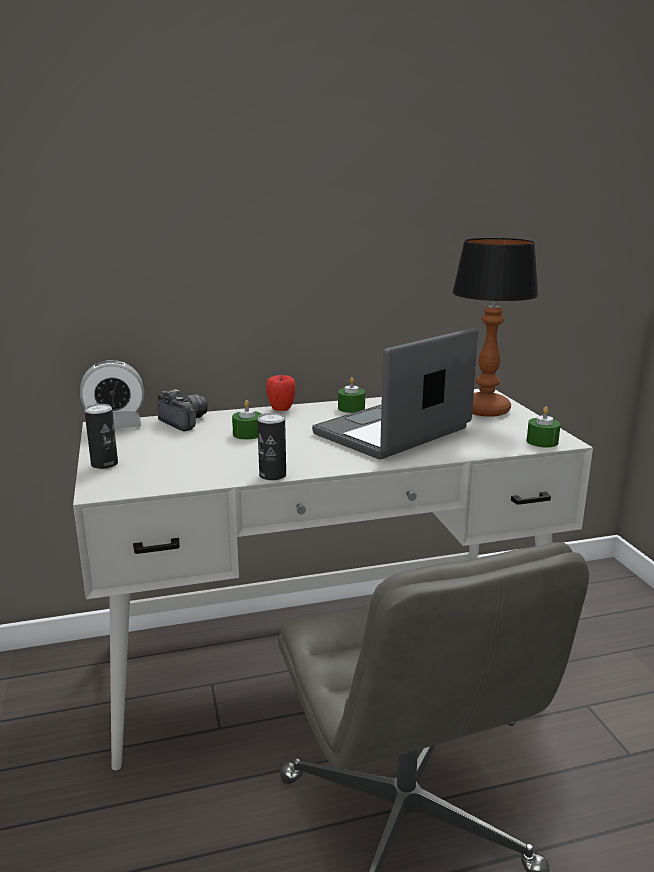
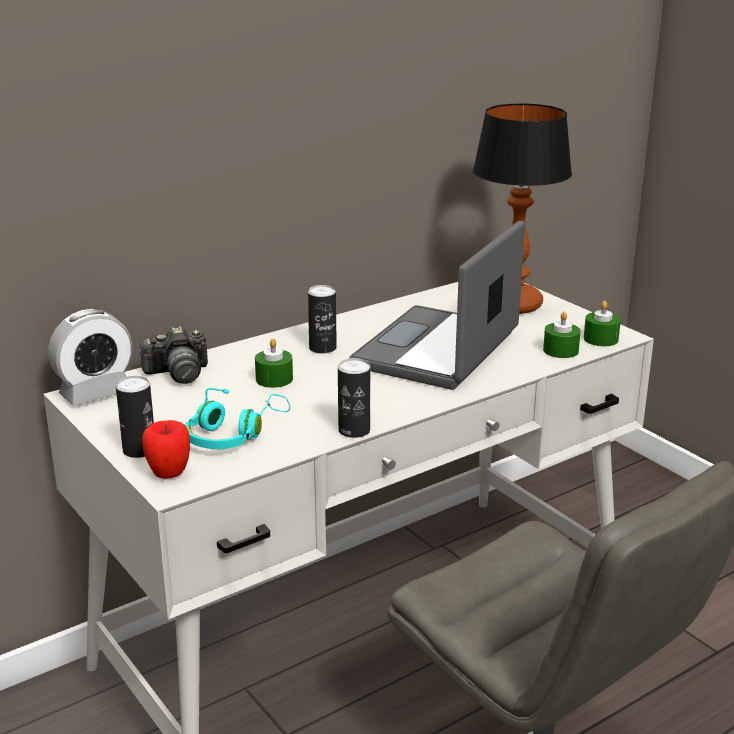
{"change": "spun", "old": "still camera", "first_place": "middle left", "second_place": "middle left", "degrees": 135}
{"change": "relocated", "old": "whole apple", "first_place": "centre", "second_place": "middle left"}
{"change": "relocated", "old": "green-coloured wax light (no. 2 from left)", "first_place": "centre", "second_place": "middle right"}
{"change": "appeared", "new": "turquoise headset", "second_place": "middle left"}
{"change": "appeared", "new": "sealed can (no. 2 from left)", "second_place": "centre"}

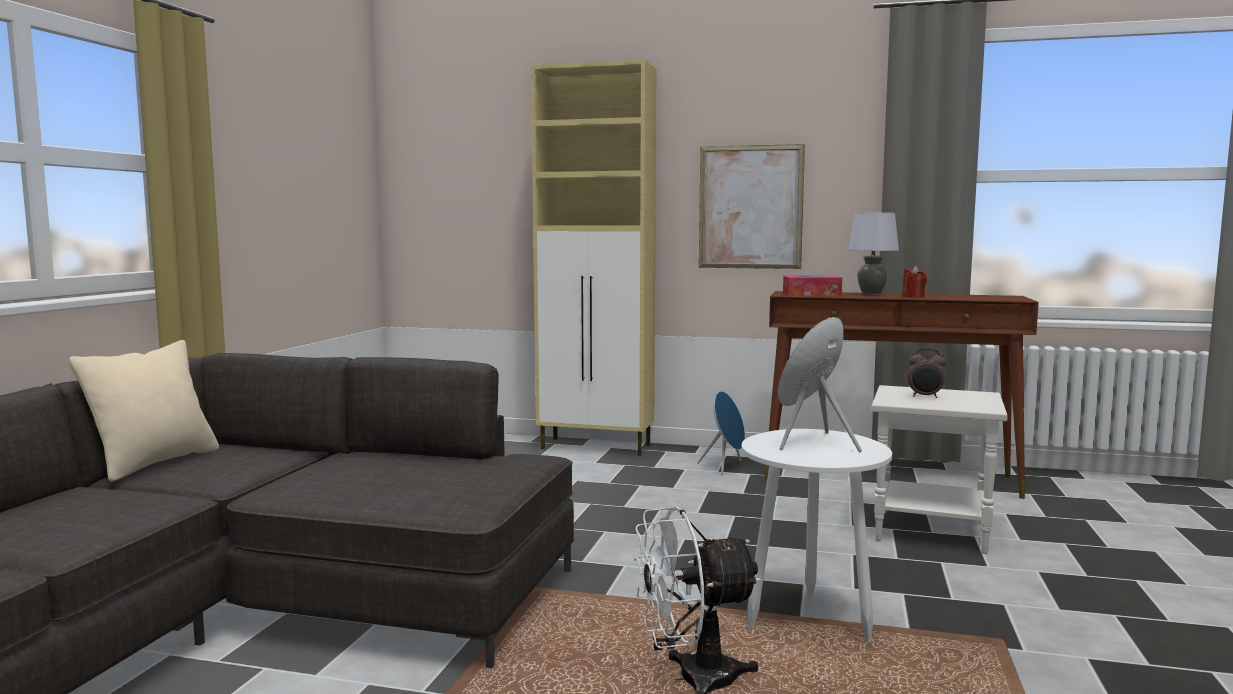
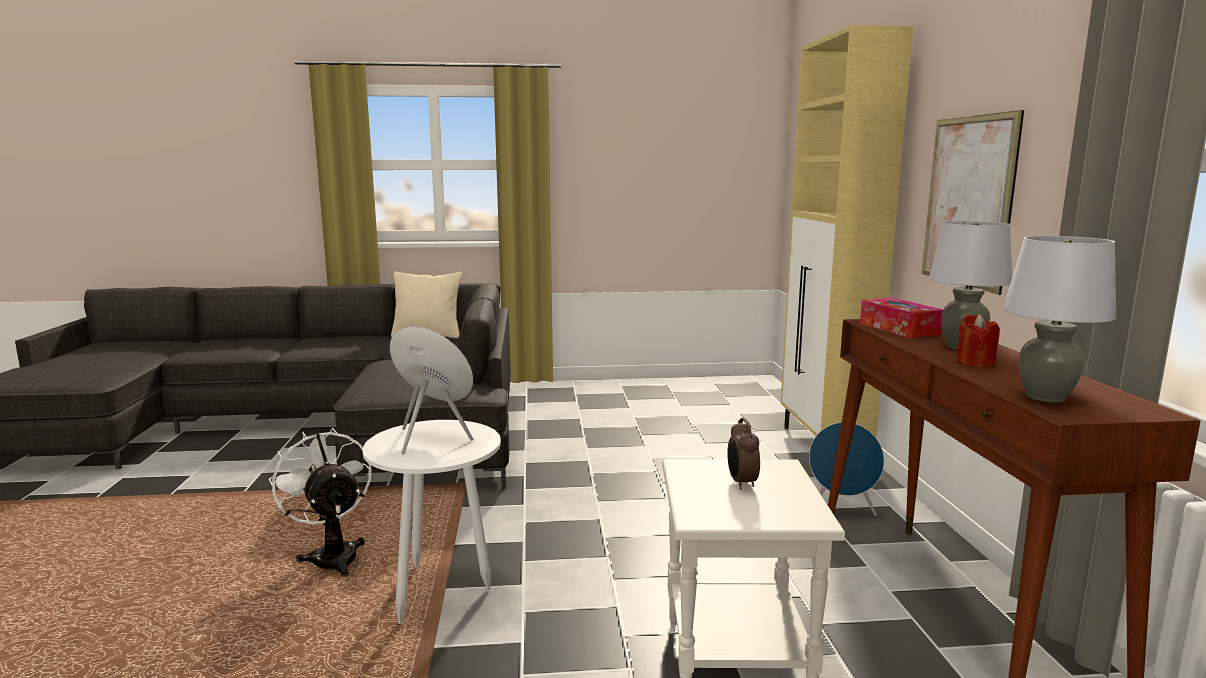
{"change": "appeared", "new": "gray tabletop lamp (no. 2 from left)", "second_place": "middle right"}

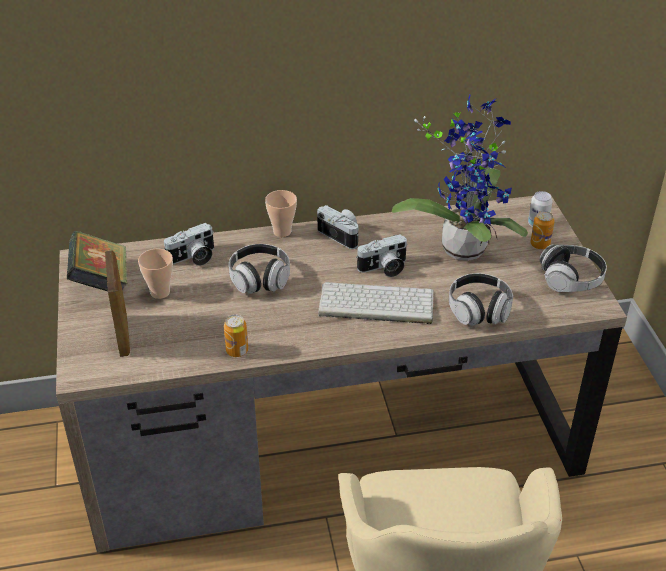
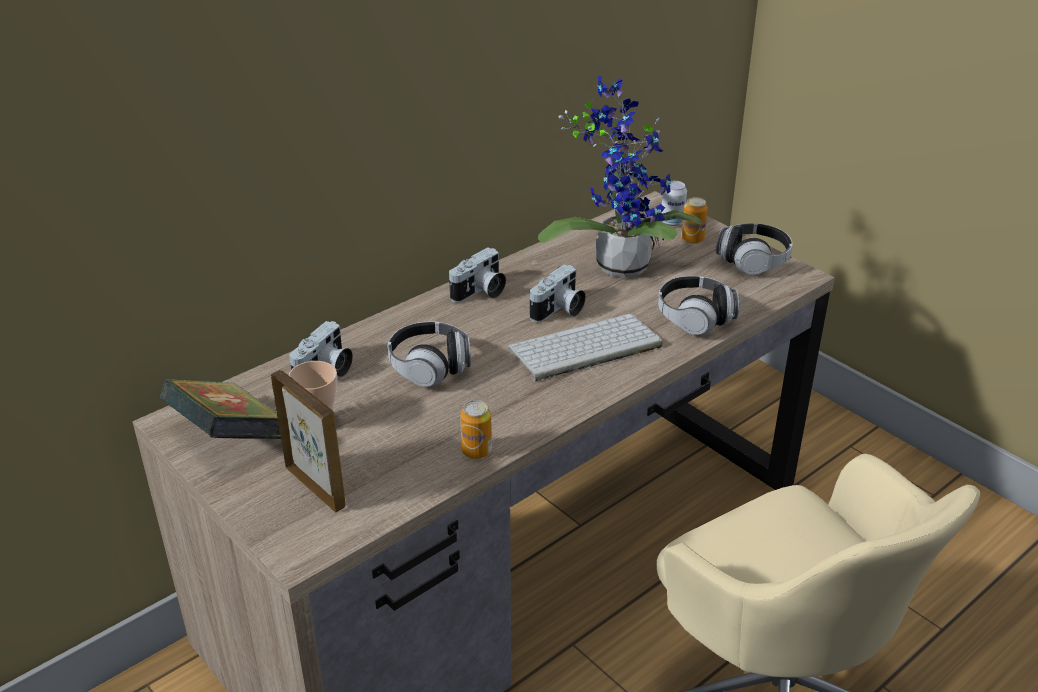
{"change": "missing", "old": "small cup (no. 2 from left)", "first_place": "centre"}
{"change": "spun", "old": "still camera (no. 2 from left)", "first_place": "centre", "second_place": "centre", "degrees": 120}

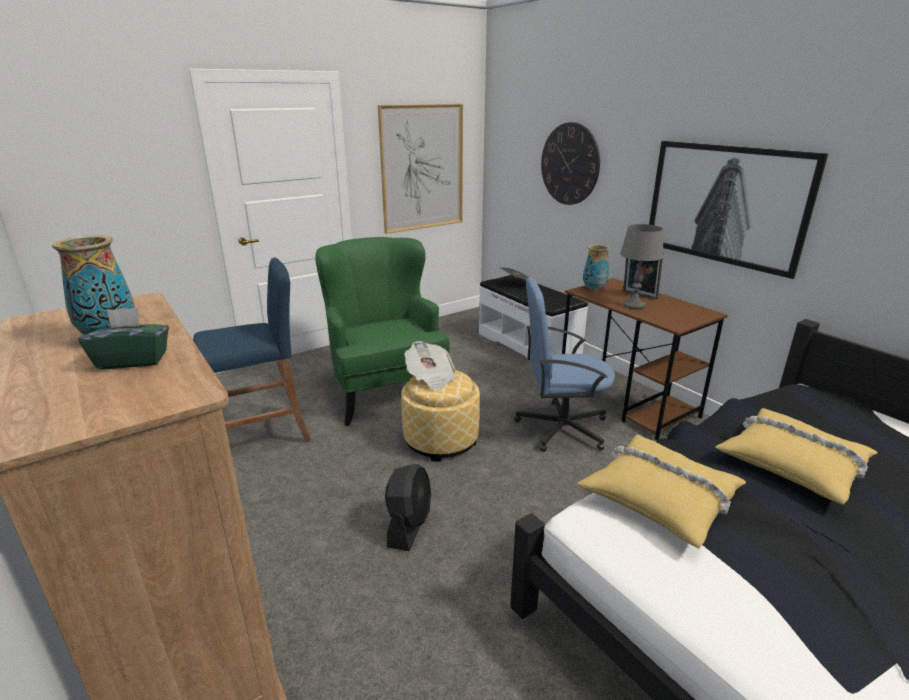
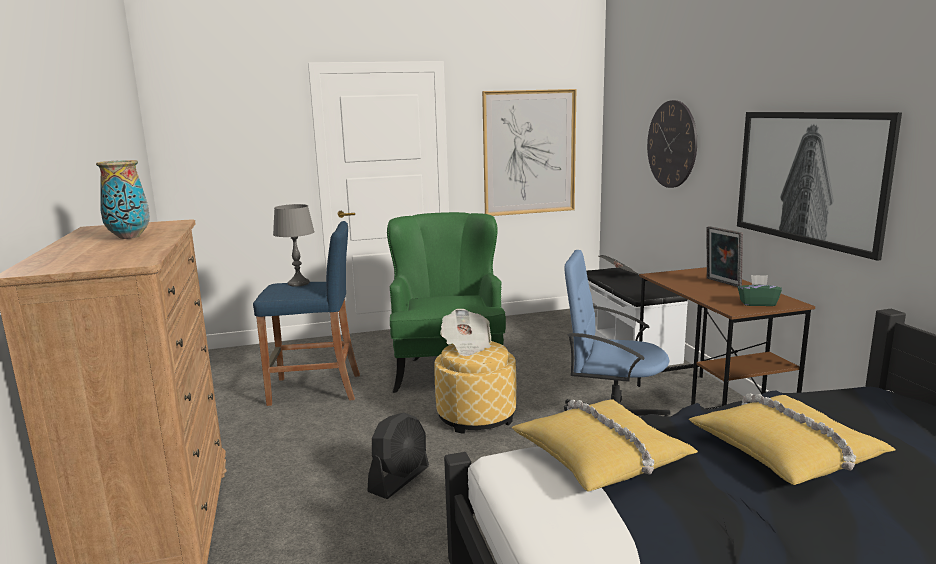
{"change": "relocated", "old": "green-coloured tissue box", "first_place": "middle left", "second_place": "middle right"}
{"change": "missing", "old": "vase (no. 2 from left)", "first_place": "centre"}
{"change": "relocated", "old": "gray tabletop lamp", "first_place": "middle right", "second_place": "middle left"}

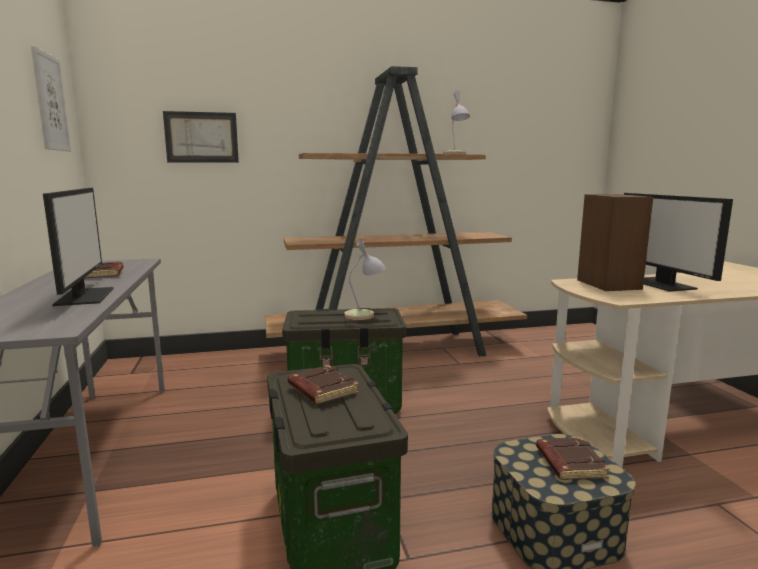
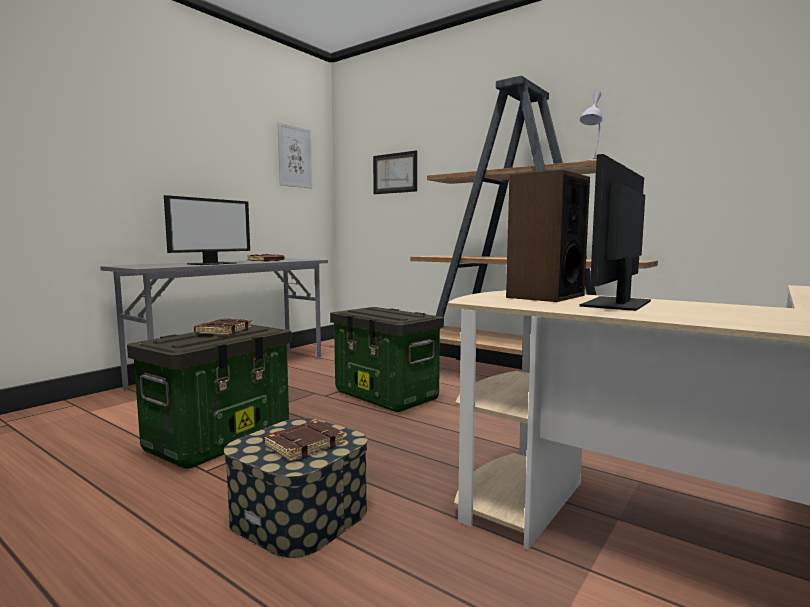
{"change": "missing", "old": "tabletop lamp (no. 1 from left)", "first_place": "centre"}

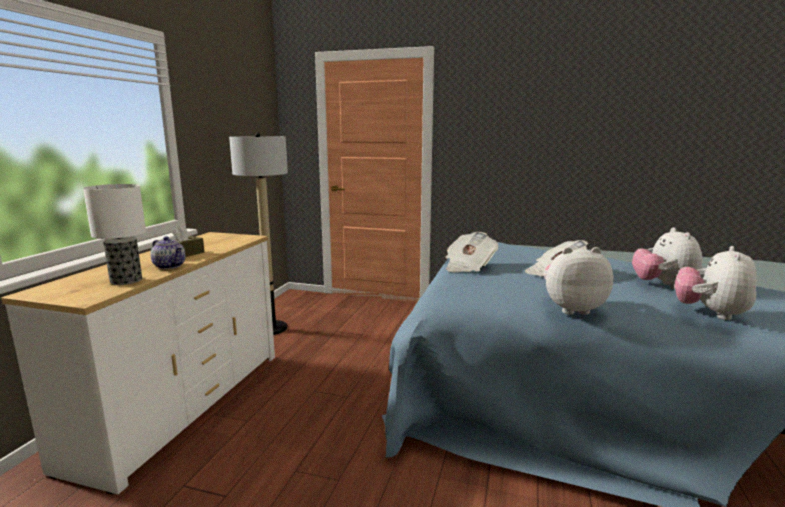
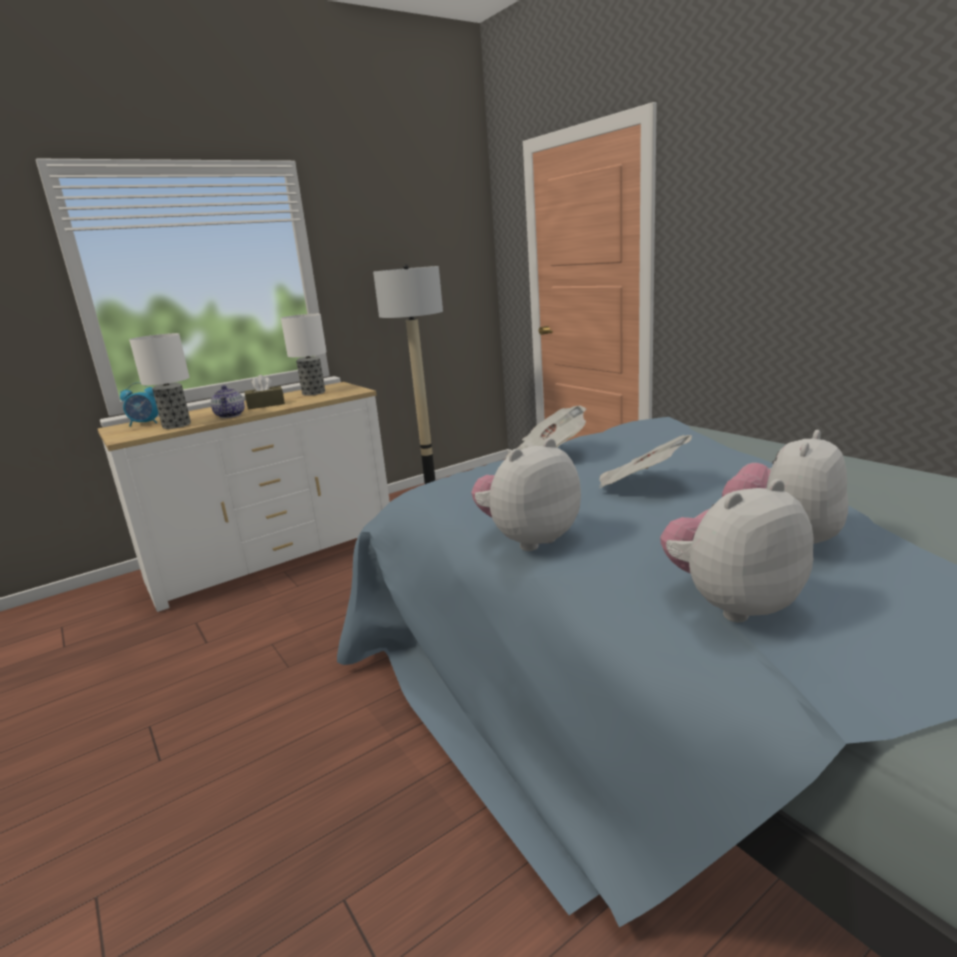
{"change": "spun", "old": "plush toy (no. 1 from left)", "first_place": "middle right", "second_place": "centre", "degrees": -75}
{"change": "appeared", "new": "bedside clock", "second_place": "middle left"}
{"change": "appeared", "new": "tabletop lamp (no. 2 from left)", "second_place": "middle left"}

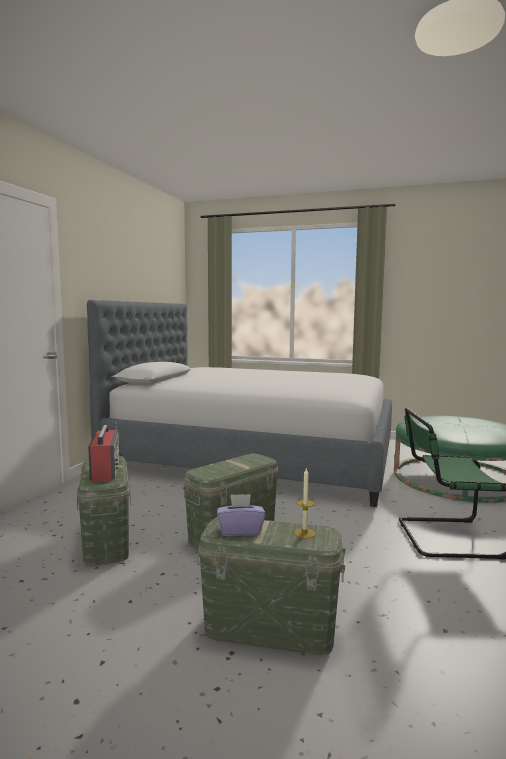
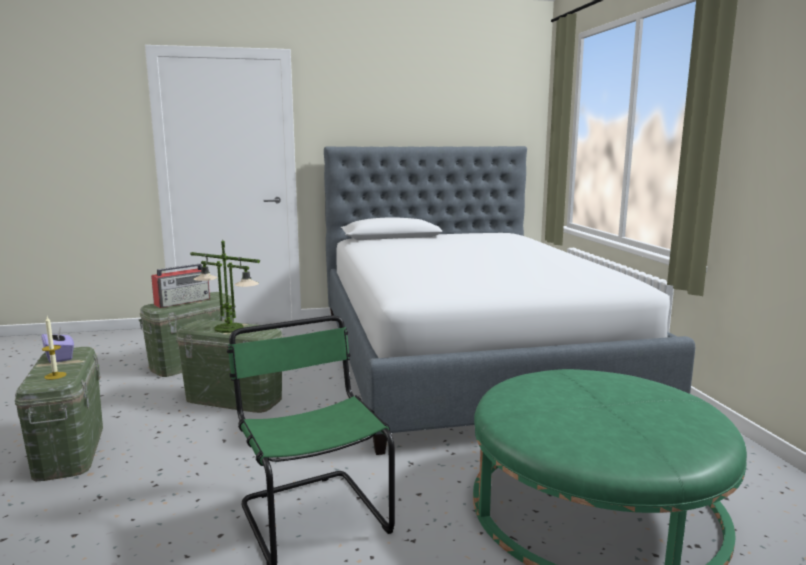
{"change": "appeared", "new": "tabletop lamp", "second_place": "middle left"}

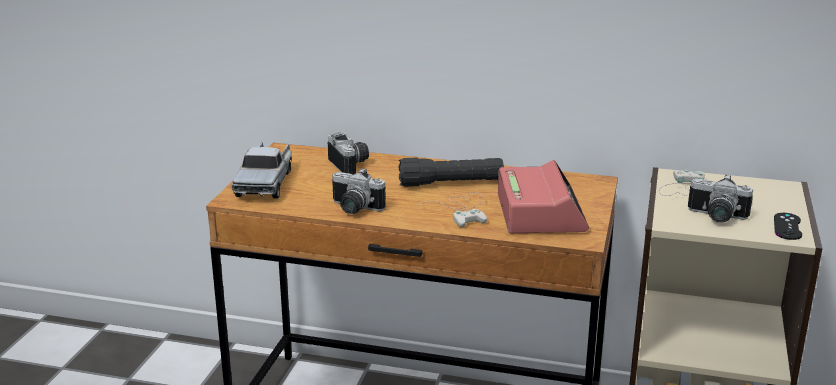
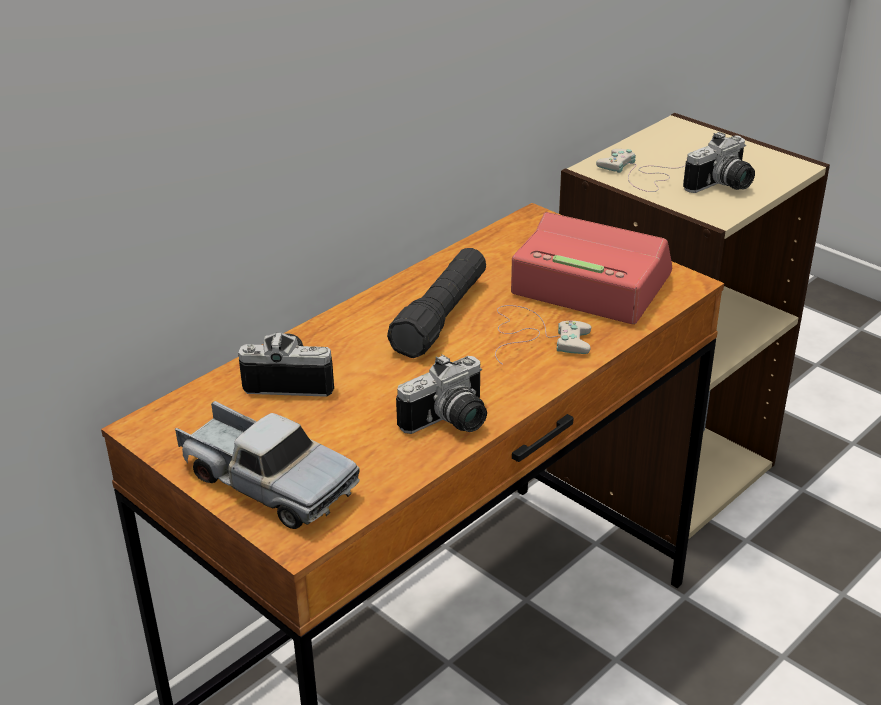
{"change": "missing", "old": "black-coloured game controller", "first_place": "middle right"}

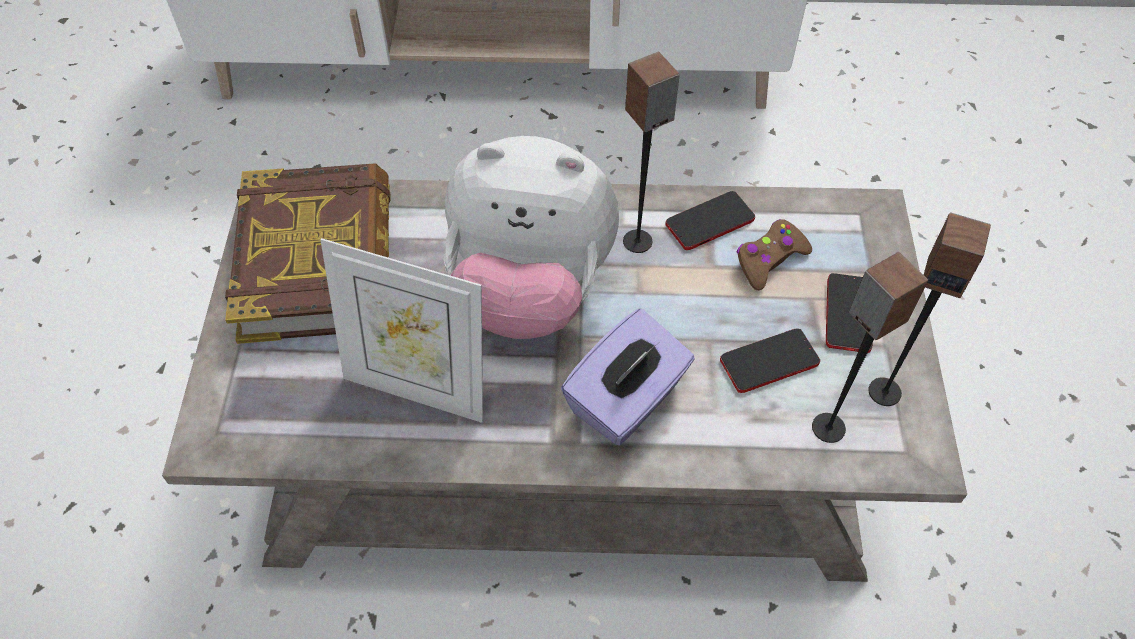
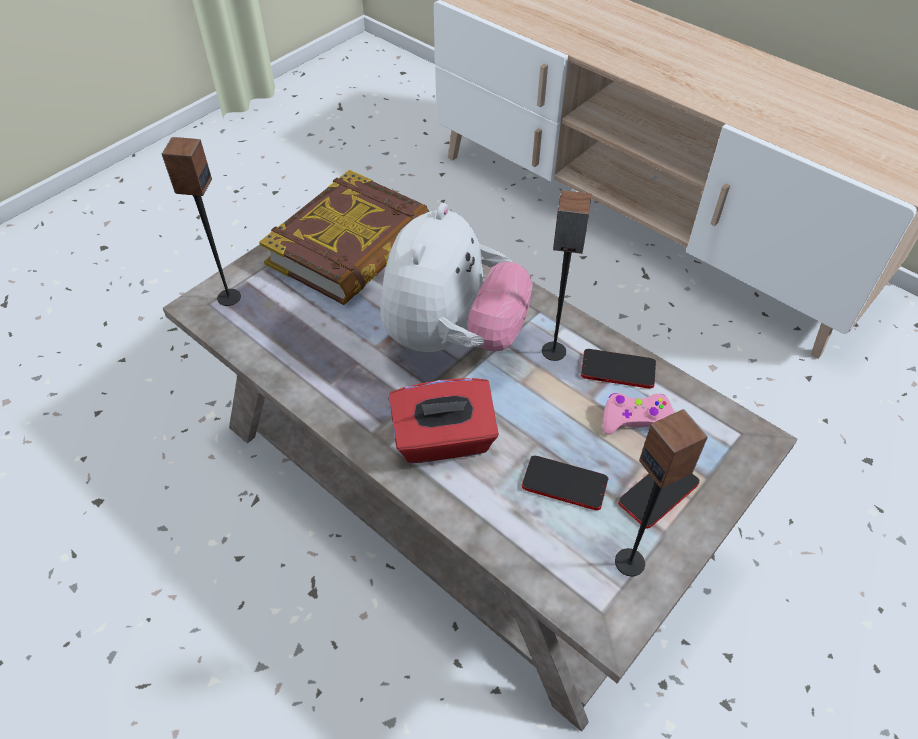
{"change": "missing", "old": "picture frame", "first_place": "centre"}
{"change": "spun", "old": "plush toy", "first_place": "centre", "second_place": "centre", "degrees": -120}
{"change": "colour", "old": "purple tissue box", "new": "red-coloured tissue box", "first_place": "centre", "second_place": "centre"}
{"change": "colour", "old": "brownish game controller", "new": "pinkish game controller", "first_place": "middle right", "second_place": "middle right"}
{"change": "relocated", "old": "audio speaker (no. 2 from left in the first image)", "new": "audio speaker (no. 1 from left)", "first_place": "middle right", "second_place": "top left"}

